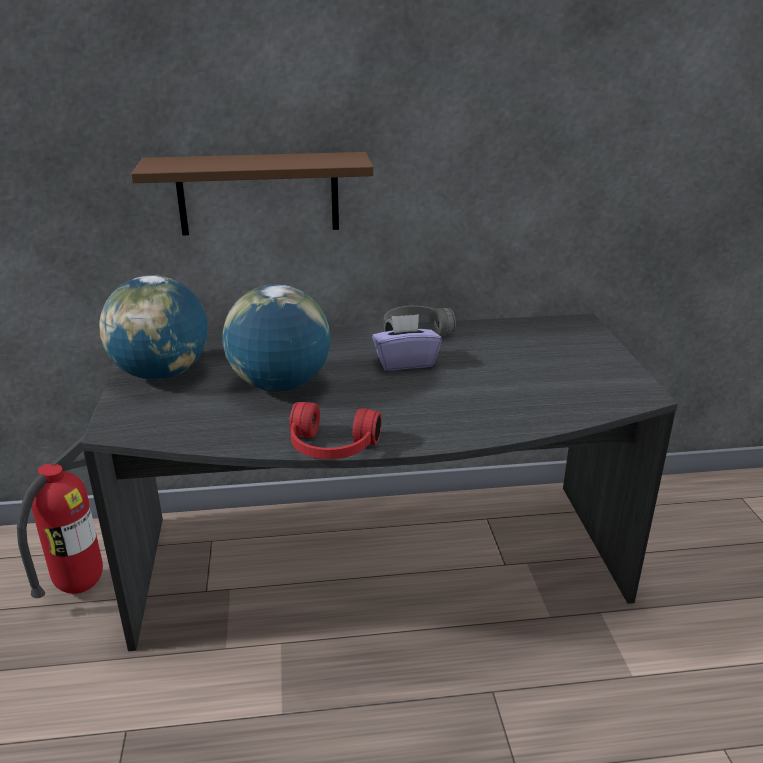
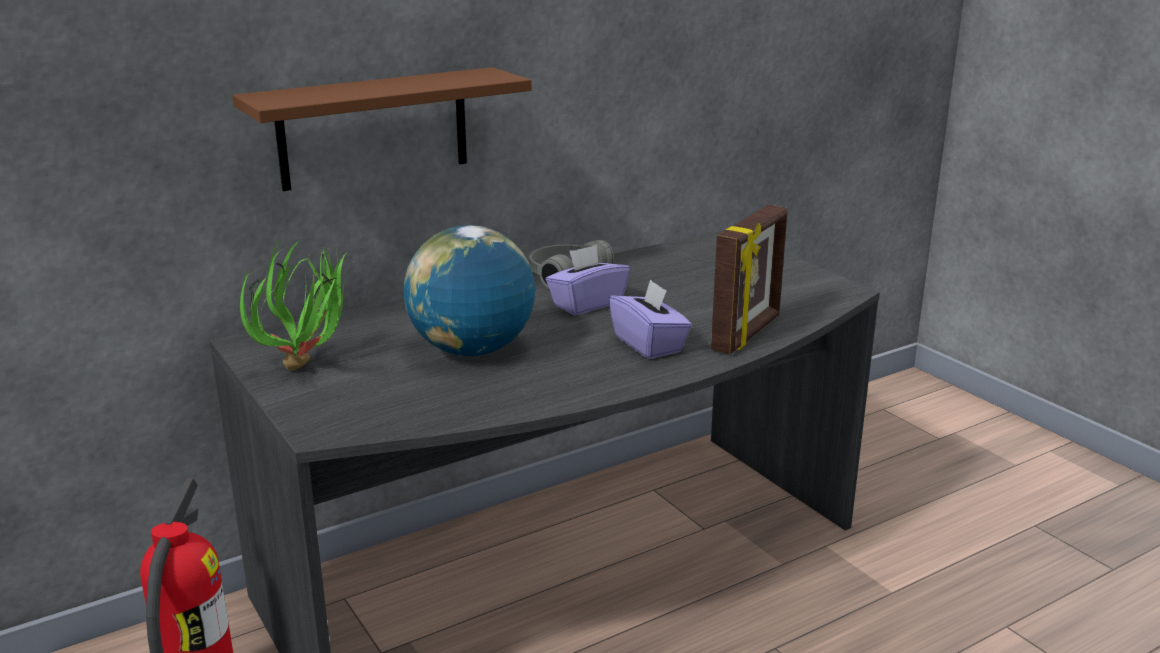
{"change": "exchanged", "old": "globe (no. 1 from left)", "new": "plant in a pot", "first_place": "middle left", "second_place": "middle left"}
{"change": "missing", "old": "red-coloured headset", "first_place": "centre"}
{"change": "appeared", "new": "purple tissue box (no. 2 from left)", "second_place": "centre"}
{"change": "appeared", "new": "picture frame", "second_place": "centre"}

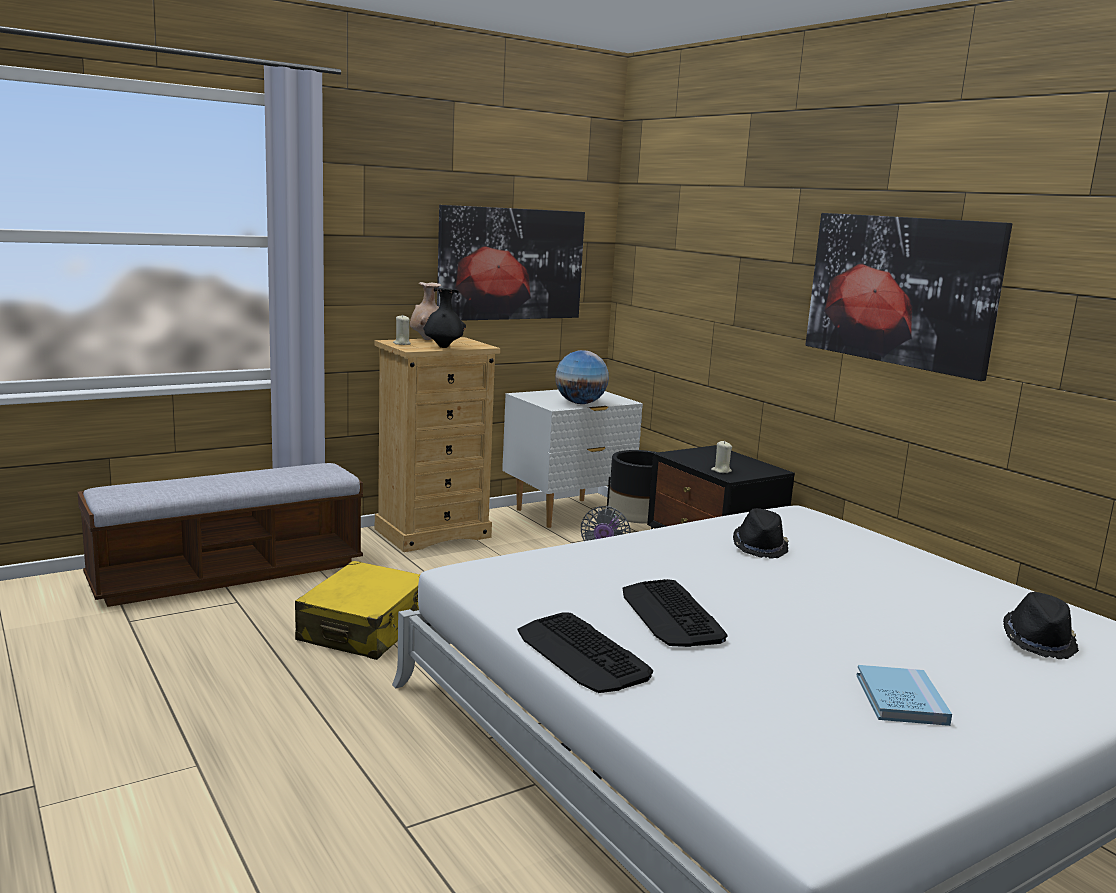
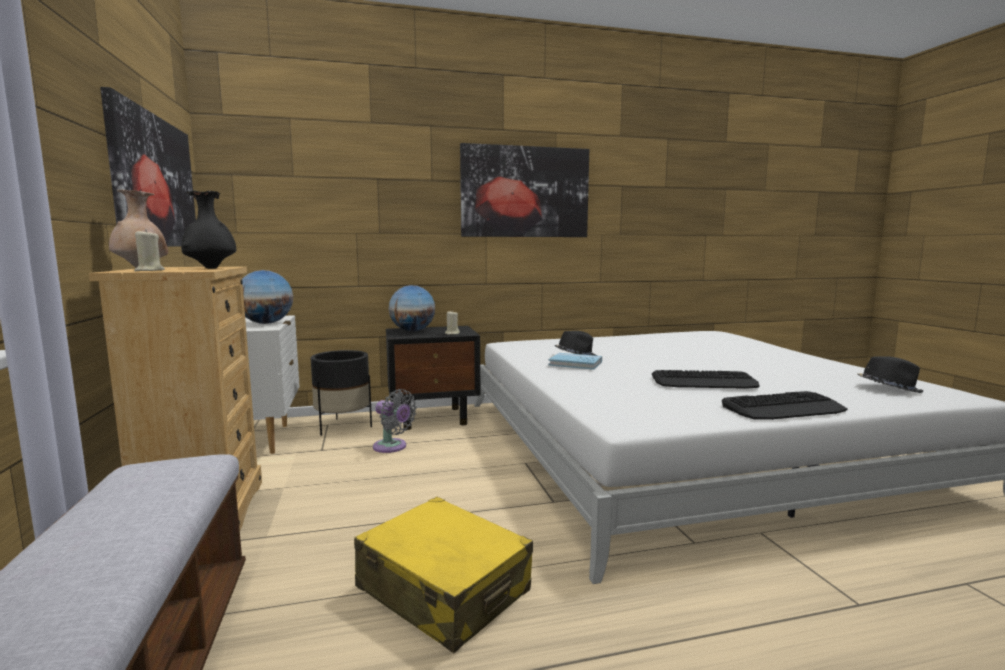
{"change": "relocated", "old": "bluish bound book", "first_place": "bottom right", "second_place": "centre"}
{"change": "relocated", "old": "black-coloured clothing hat (no. 2 from left)", "first_place": "bottom right", "second_place": "middle right"}
{"change": "appeared", "new": "globe (no. 2 from left)", "second_place": "centre"}

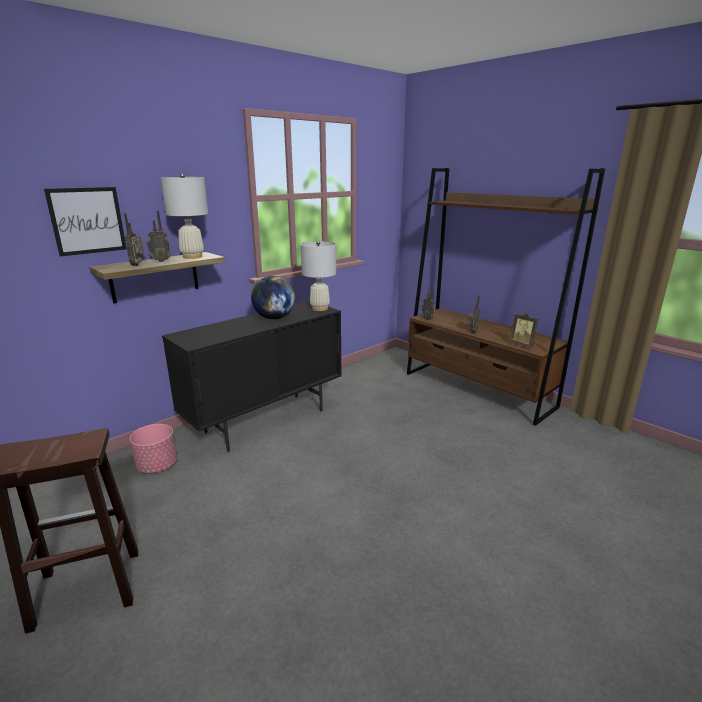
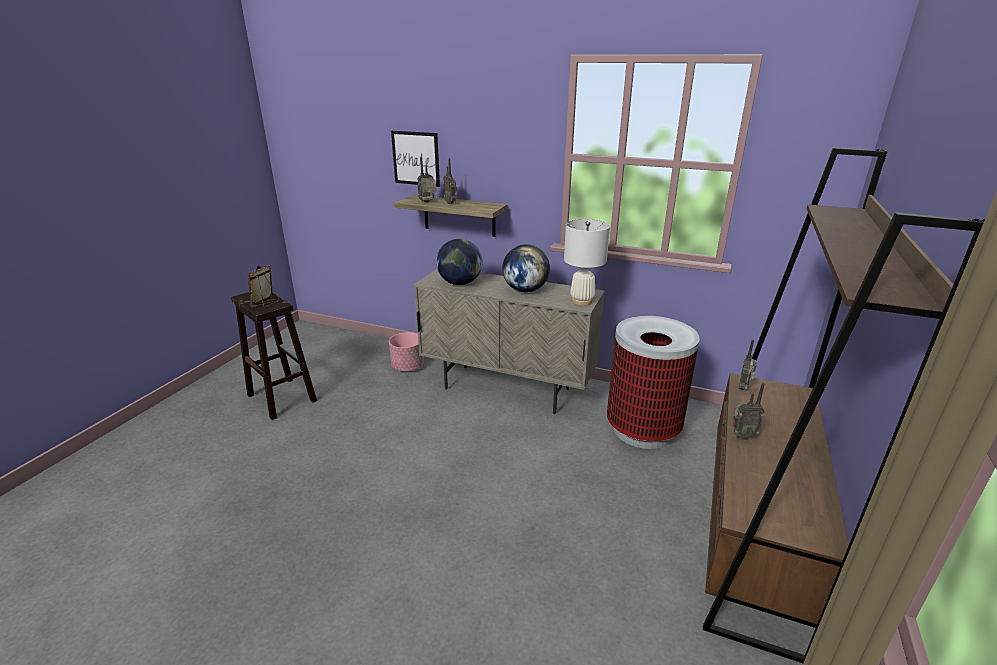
{"change": "missing", "old": "white tabletop lamp (no. 1 from left)", "first_place": "top left"}
{"change": "colour", "old": "black-coloured cupboard", "new": "beige cupboard", "first_place": "centre", "second_place": "centre"}
{"change": "relocated", "old": "picture frame", "first_place": "middle right", "second_place": "middle left"}
{"change": "appeared", "new": "globe (no. 1 from left)", "second_place": "centre"}
{"change": "appeared", "new": "rubbish bin", "second_place": "centre"}

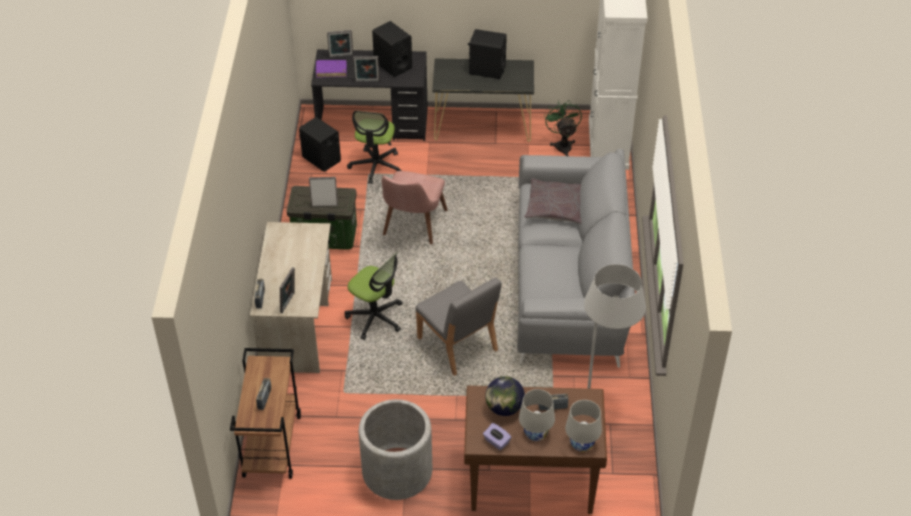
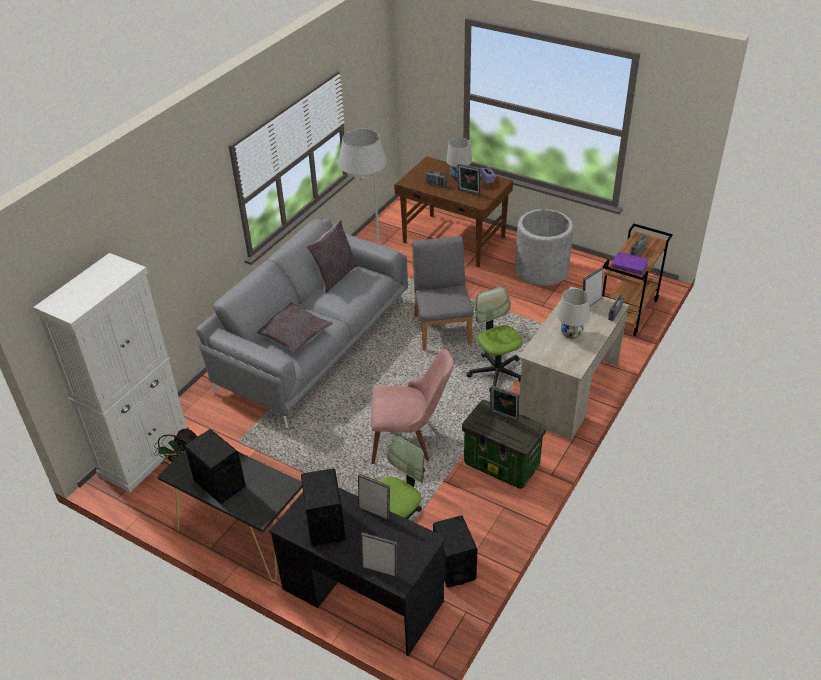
{"change": "relocated", "old": "purple bound book", "first_place": "top centre", "second_place": "middle right"}
{"change": "spun", "old": "pinkish upright chair", "first_place": "centre", "second_place": "centre", "degrees": 45}
{"change": "exchanged", "old": "globe", "new": "picture frame (no. 3 from left)", "first_place": "bottom centre", "second_place": "top centre"}
{"change": "relocated", "old": "white tabletop lamp (no. 2 from left)", "first_place": "bottom centre", "second_place": "middle right"}
{"change": "appeared", "new": "gray pillow (no. 2 from left)", "second_place": "centre"}

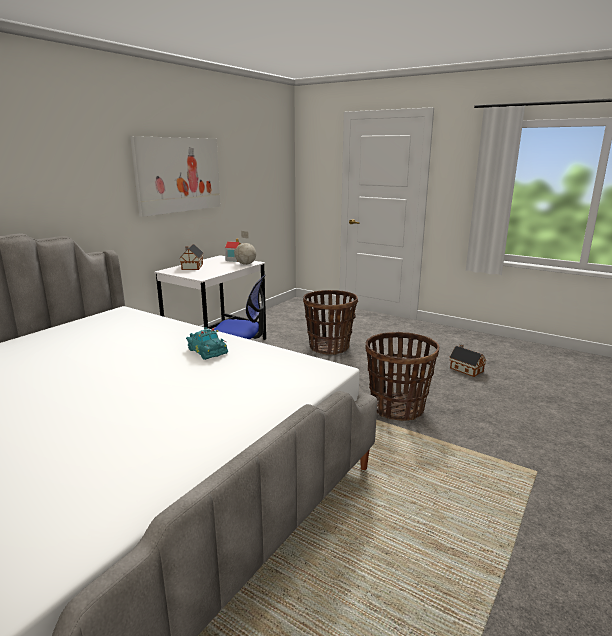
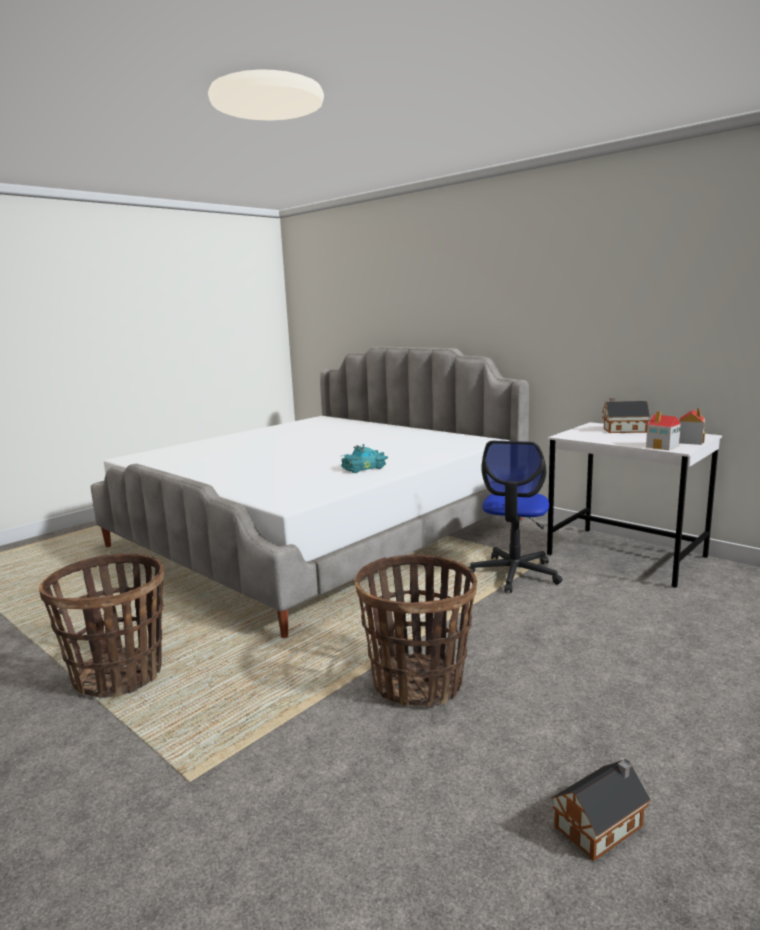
{"change": "missing", "old": "wall picture", "first_place": "top left"}
{"change": "exchanged", "old": "globe", "new": "toy house (no. 3 from left)", "first_place": "centre", "second_place": "middle right"}
{"change": "relocated", "old": "basket (no. 1 from left)", "first_place": "centre", "second_place": "bottom left"}

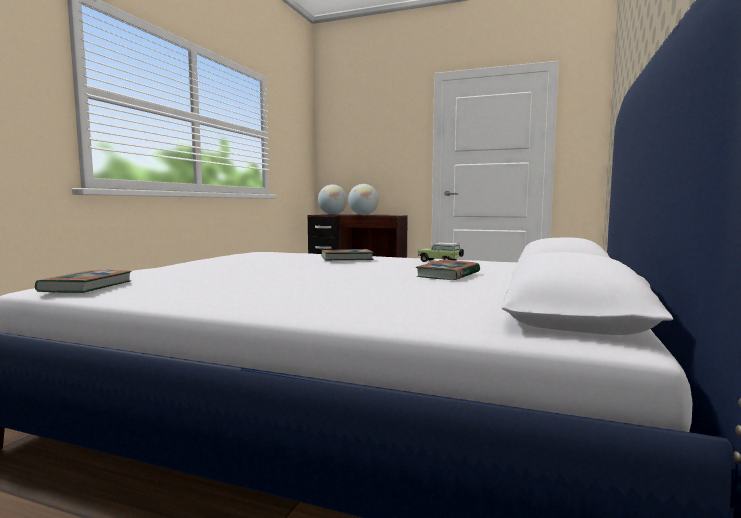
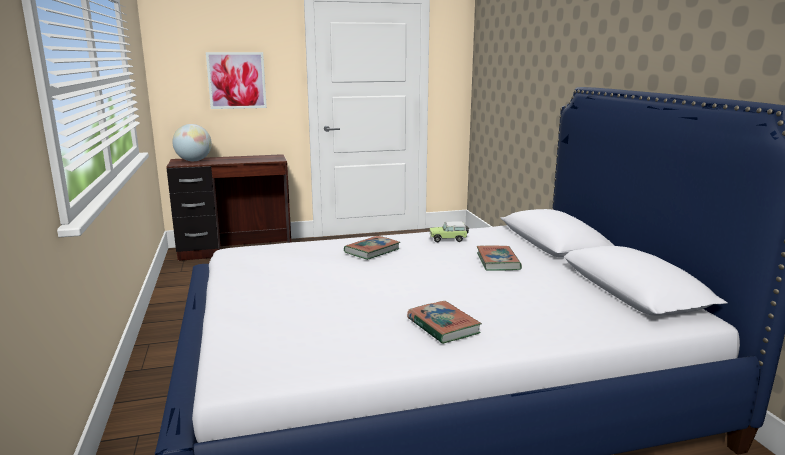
{"change": "relocated", "old": "bound book (no. 1 from left in the first image)", "new": "bound book (no. 2 from left)", "first_place": "middle left", "second_place": "bottom centre"}
{"change": "missing", "old": "globe (no. 2 from left)", "first_place": "centre"}
{"change": "appeared", "new": "wall picture", "second_place": "top left"}

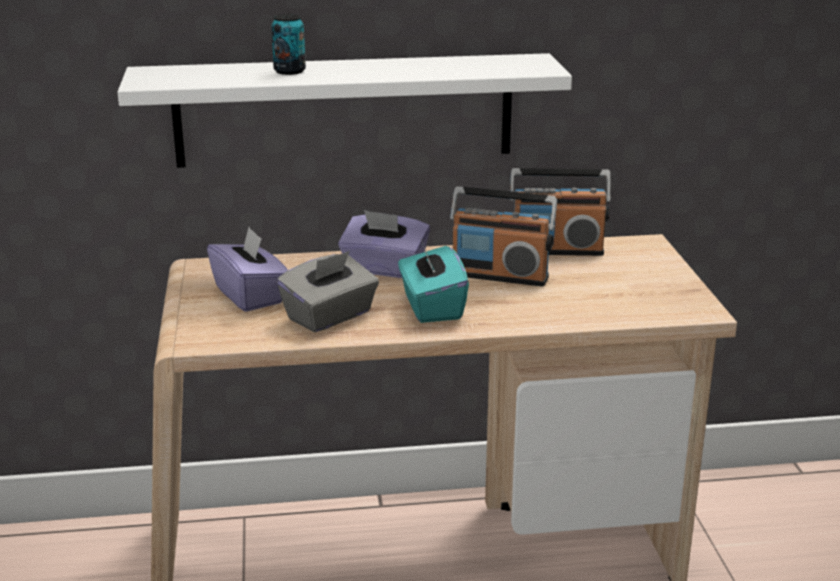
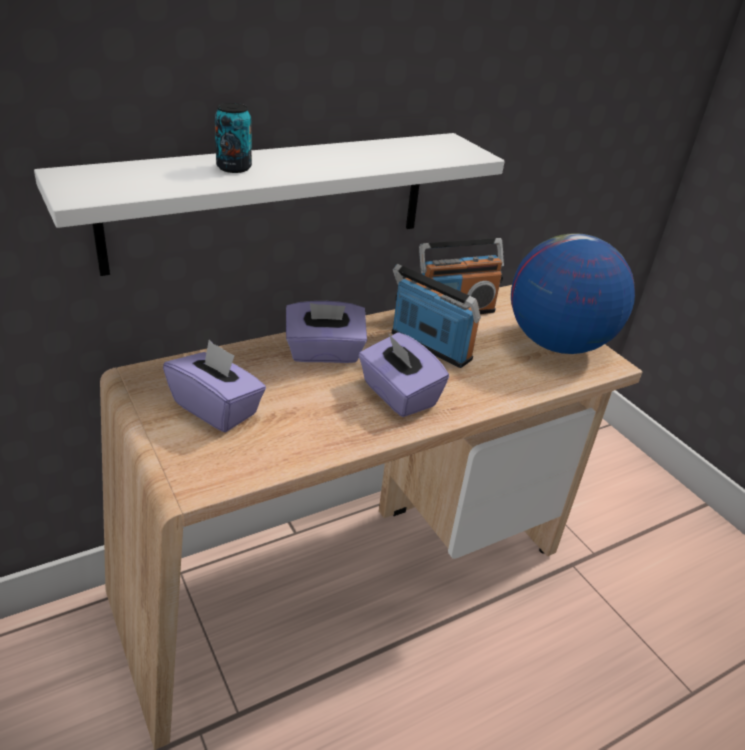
{"change": "missing", "old": "gray tissue box", "first_place": "centre"}
{"change": "colour", "old": "turquoise tissue box", "new": "purple tissue box (no. 3 from left)", "first_place": "centre", "second_place": "centre"}
{"change": "spun", "old": "radio (no. 1 from left)", "first_place": "centre", "second_place": "centre", "degrees": -135}
{"change": "appeared", "new": "globe", "second_place": "middle right"}

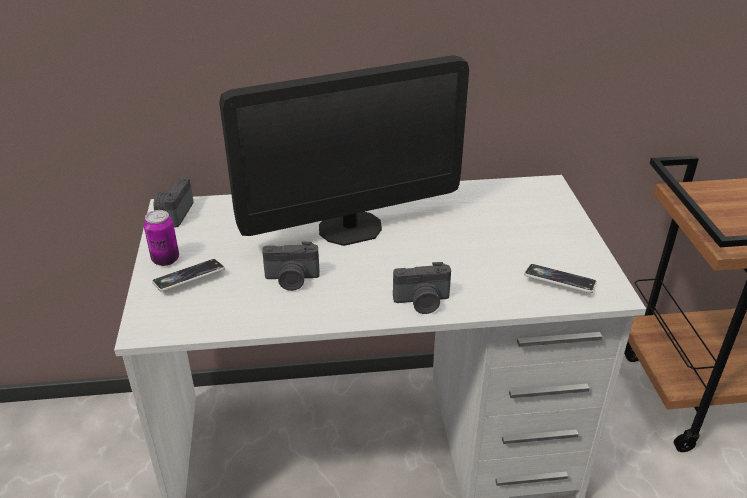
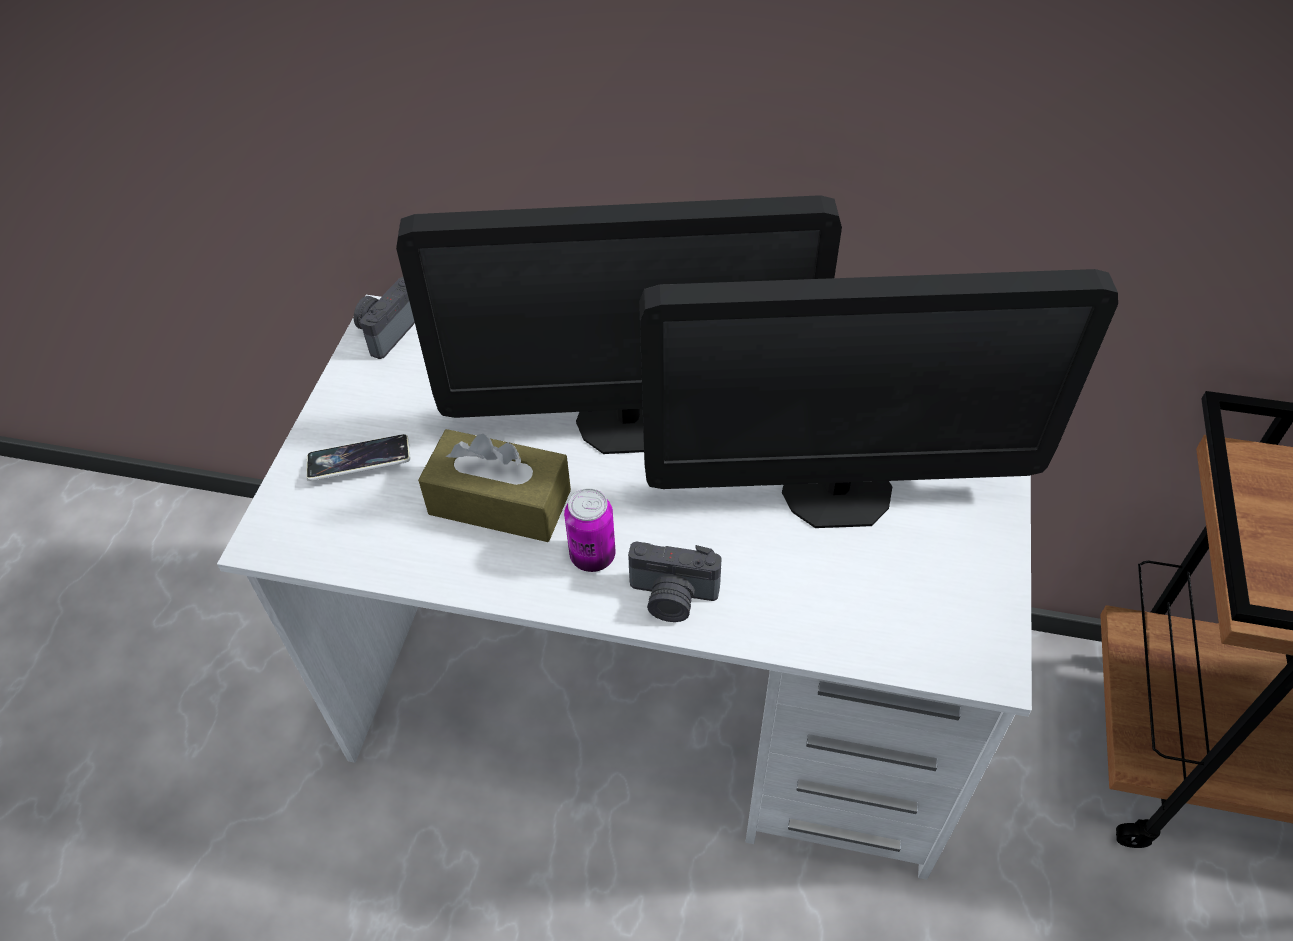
{"change": "relocated", "old": "sealed can", "first_place": "middle left", "second_place": "centre"}
{"change": "exchanged", "old": "still camera (no. 2 from left)", "new": "brownish tissue box", "first_place": "centre", "second_place": "centre"}
{"change": "missing", "old": "phone (no. 2 from left)", "first_place": "middle right"}
{"change": "appeared", "new": "computer display (no. 2 from left)", "second_place": "middle right"}

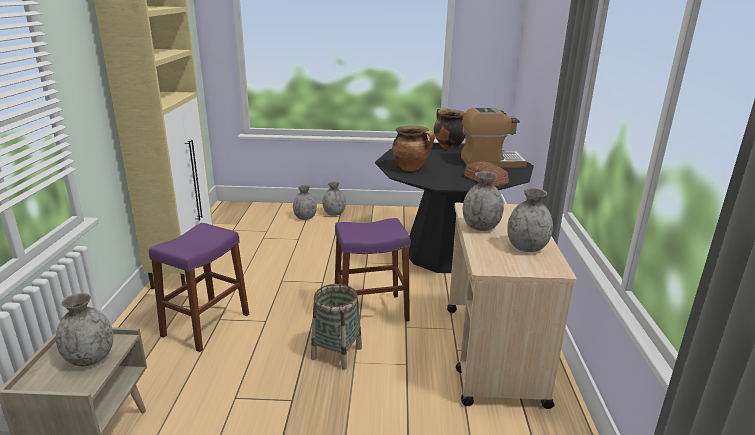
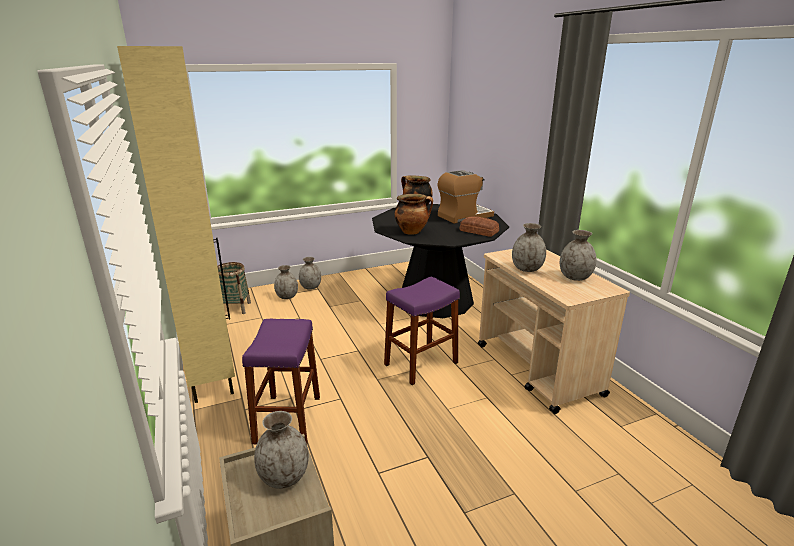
{"change": "relocated", "old": "basket", "first_place": "bottom centre", "second_place": "middle left"}

